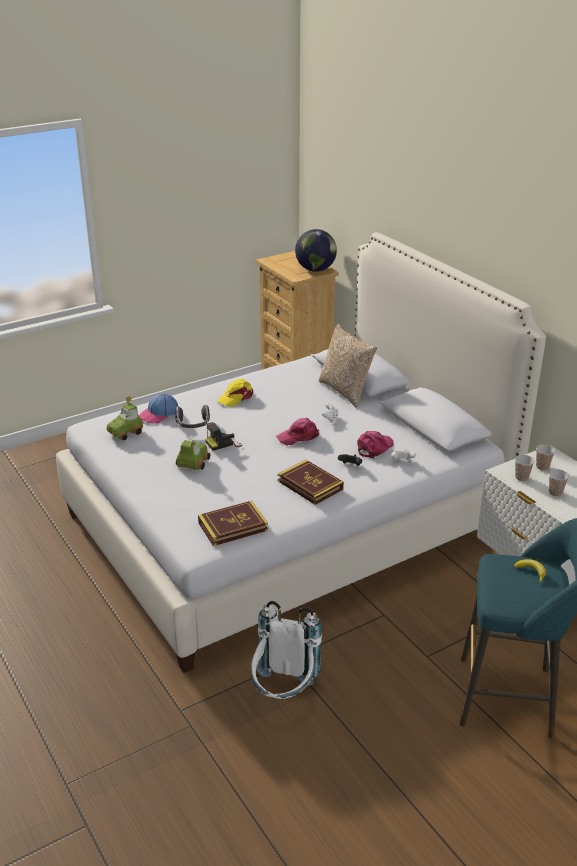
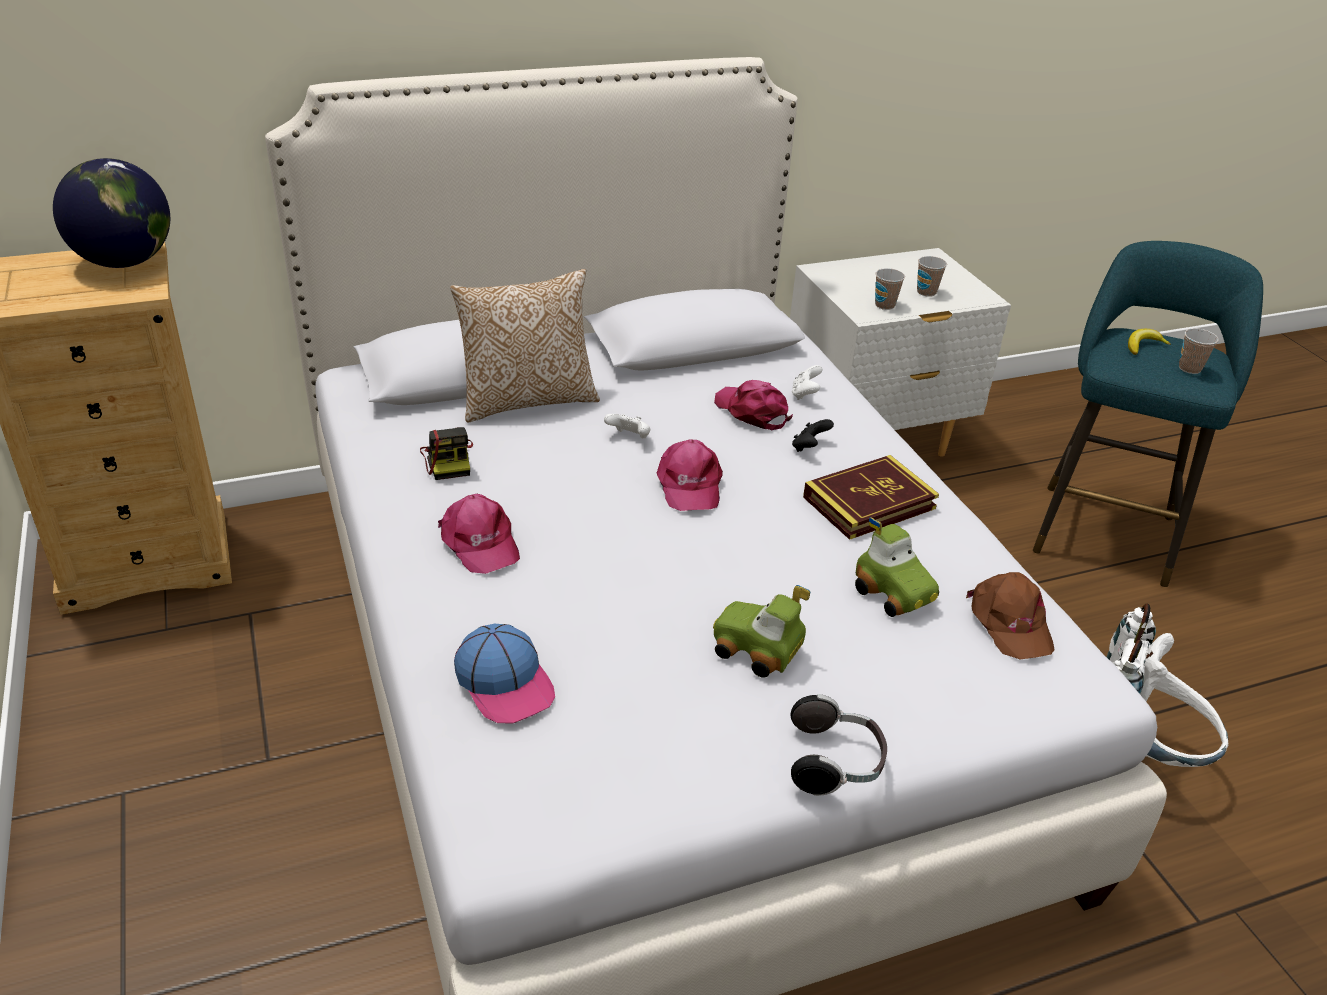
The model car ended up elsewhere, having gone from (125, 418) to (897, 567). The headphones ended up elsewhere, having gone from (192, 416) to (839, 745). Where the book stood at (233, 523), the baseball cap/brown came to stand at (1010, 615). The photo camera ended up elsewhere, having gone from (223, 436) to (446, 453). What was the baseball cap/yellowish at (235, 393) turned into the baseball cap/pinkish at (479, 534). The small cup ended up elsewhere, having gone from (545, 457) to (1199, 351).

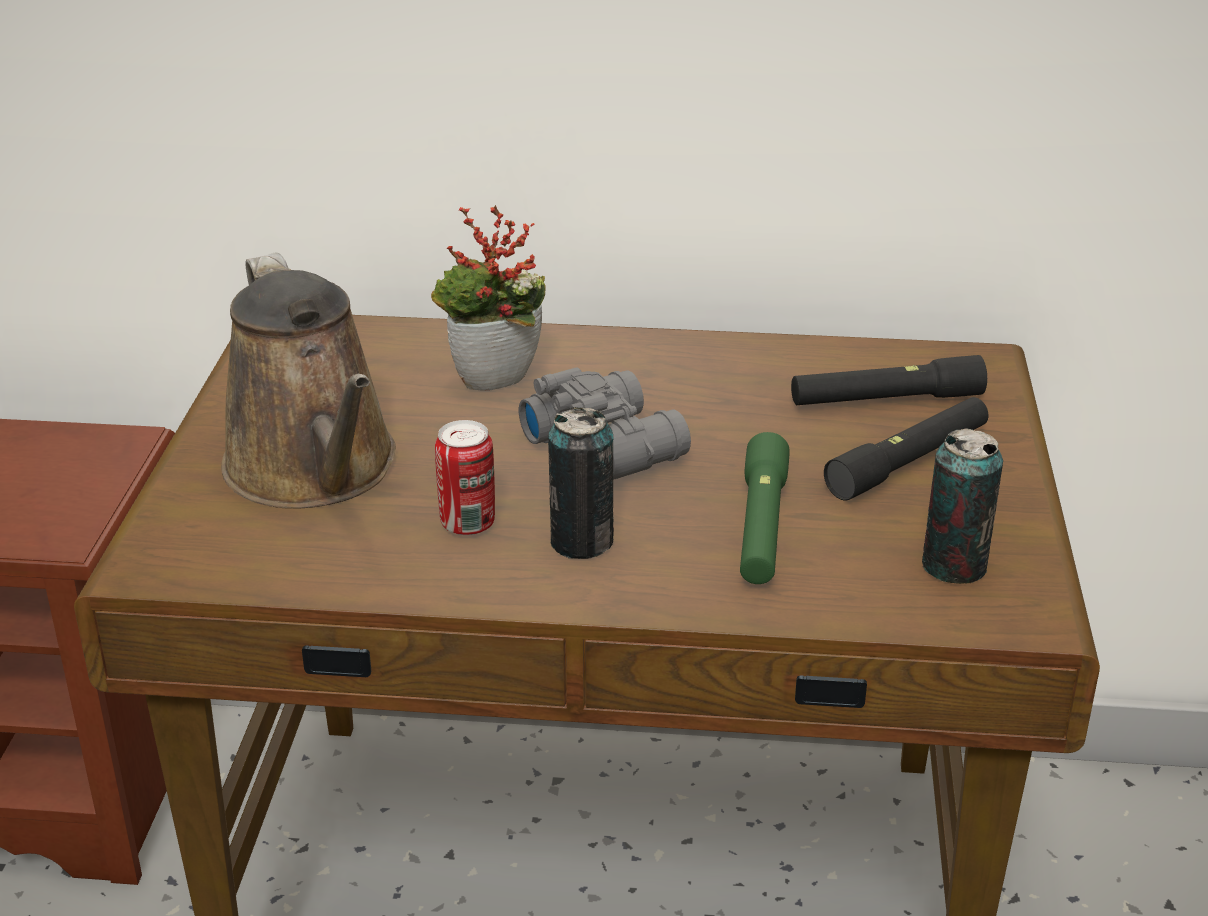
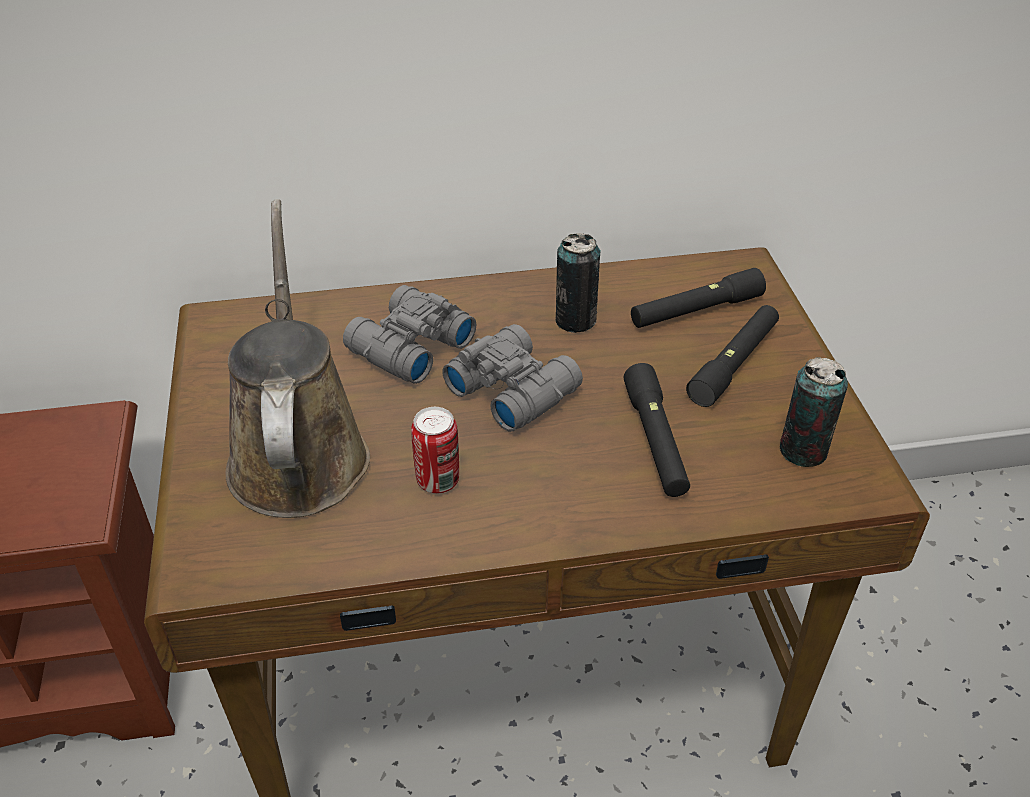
The watering can/brown at (308, 380) ended up facing another way, 150 degrees counterclockwise from before. Where the houseplant stood at (488, 298), the pair of binoculars/gray came to stand at (409, 334). The can ended up elsewhere, having gone from (581, 483) to (578, 283). What was the torch/green-coloured at (765, 508) turned into the torch/black at (657, 430).

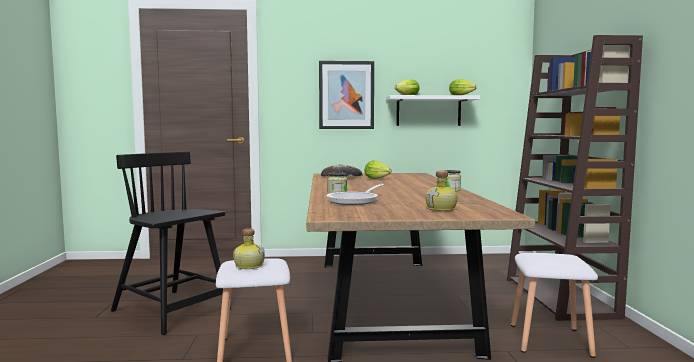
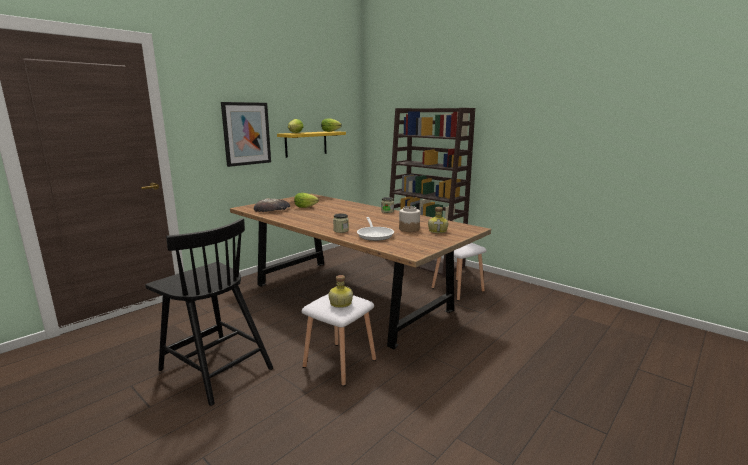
The upright chair/black at (171, 243) ended up facing another way, 135 degrees counterclockwise from before. What was the shelf/white-coloured at (433, 110) turned into the shelf/yellowish at (311, 144). The second view gained the storage jar at (409, 219).

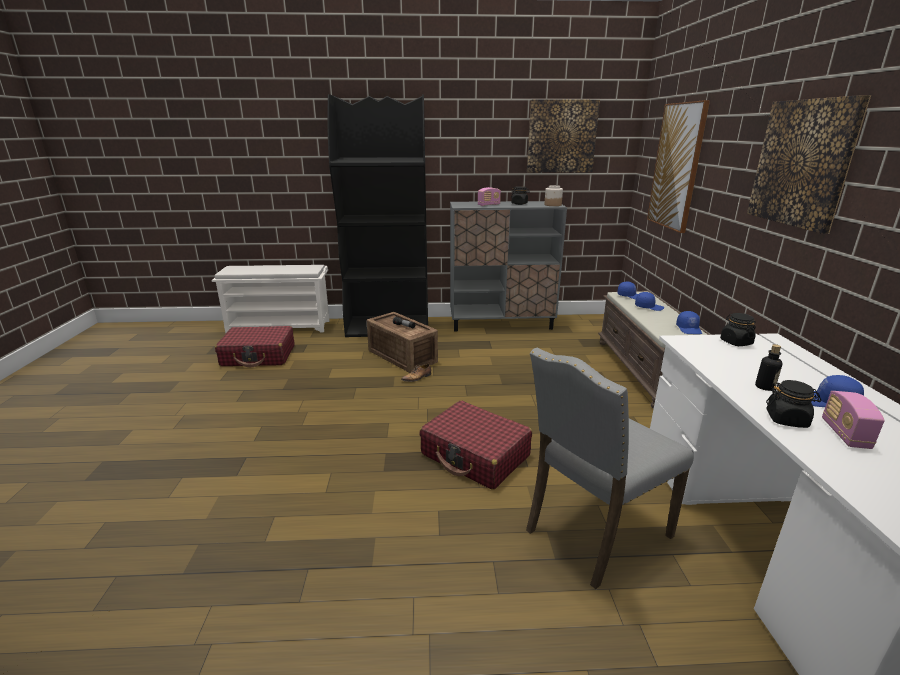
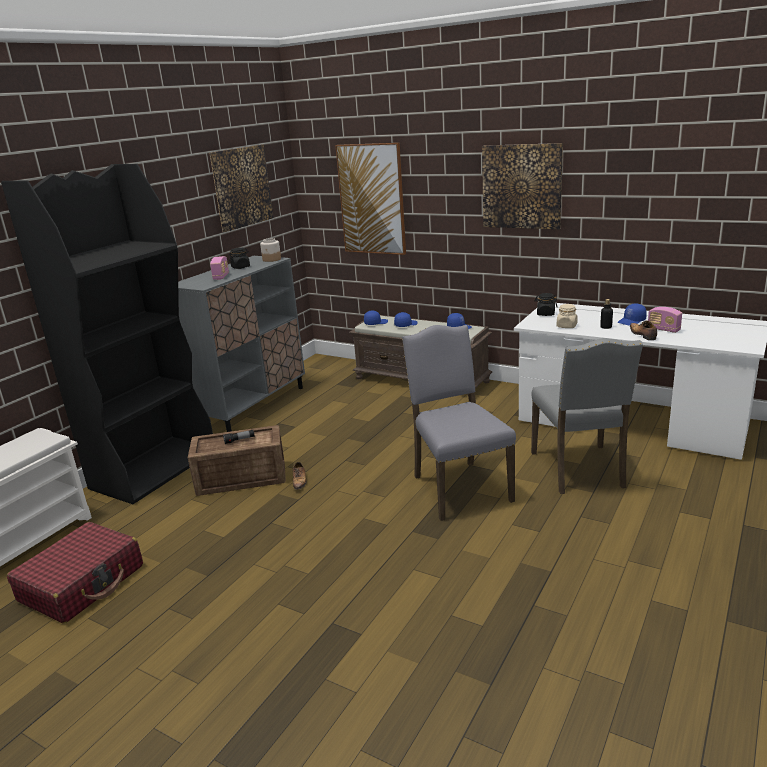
Where the travel case/red-coloured stood at (475, 445), the upright chair/gray came to stand at (459, 423). Where the storage jar/black stood at (793, 404), the item of footwear came to stand at (643, 330). The second view gained the storage jar/beige-coloured at (567, 316).

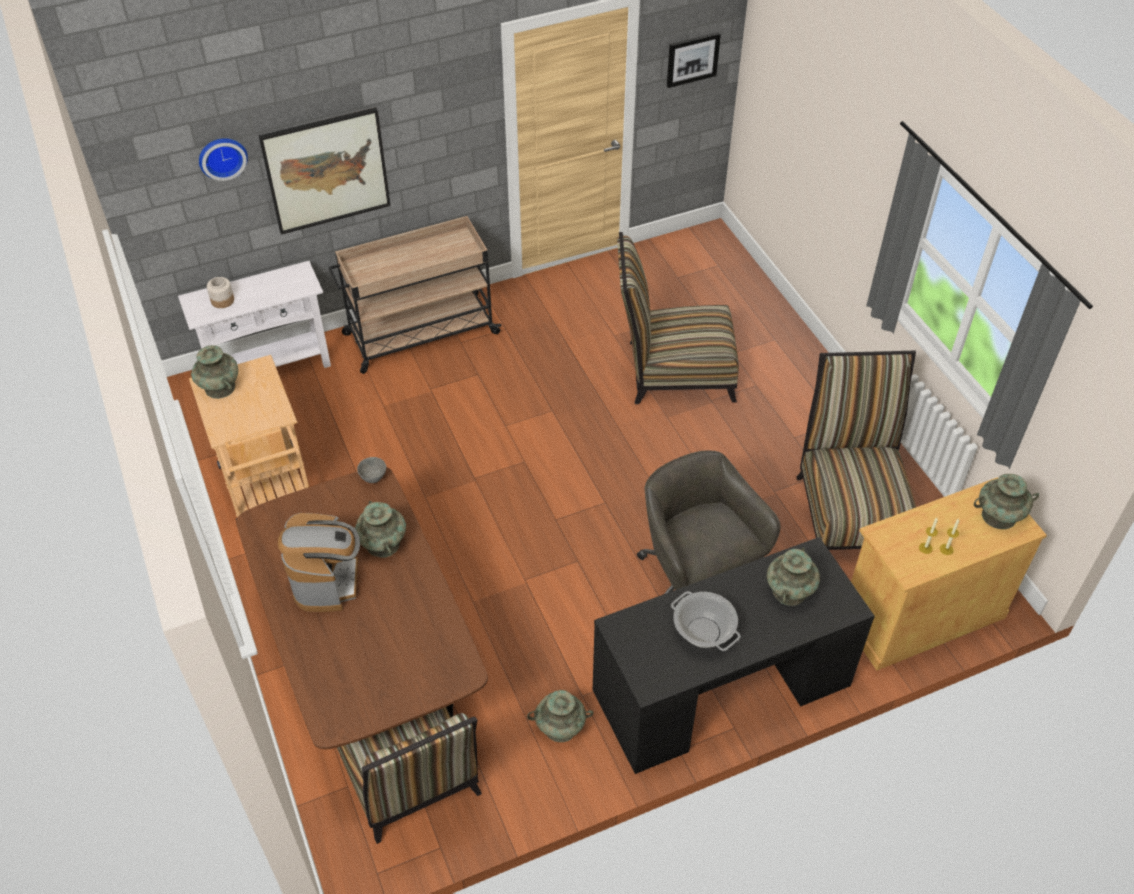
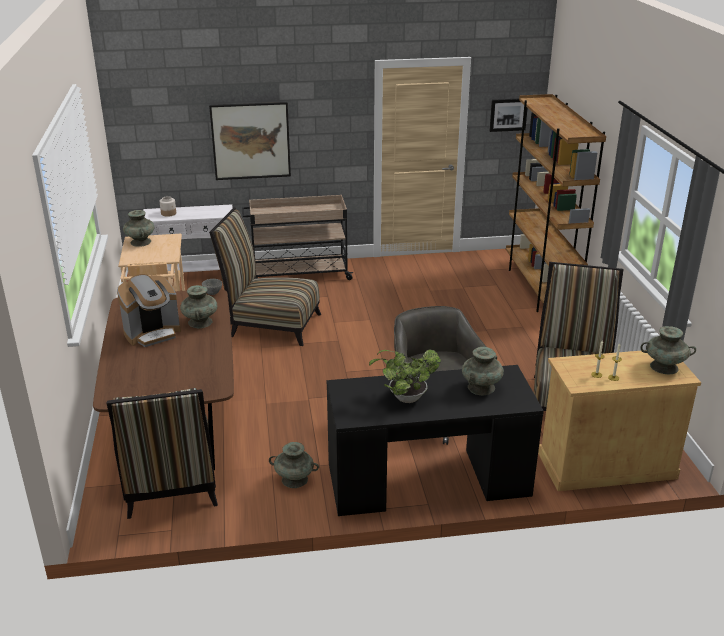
The second view lost the hanging clock at (223, 159). The coffee machine at (319, 562) ended up facing another way, 45 degrees clockwise from before. The upright chair ended up elsewhere, having gone from (678, 318) to (265, 277). Where the cooking pot stood at (705, 621), the houseplant came to stand at (405, 376). The second view gained the shelving unit/brown at (556, 203).

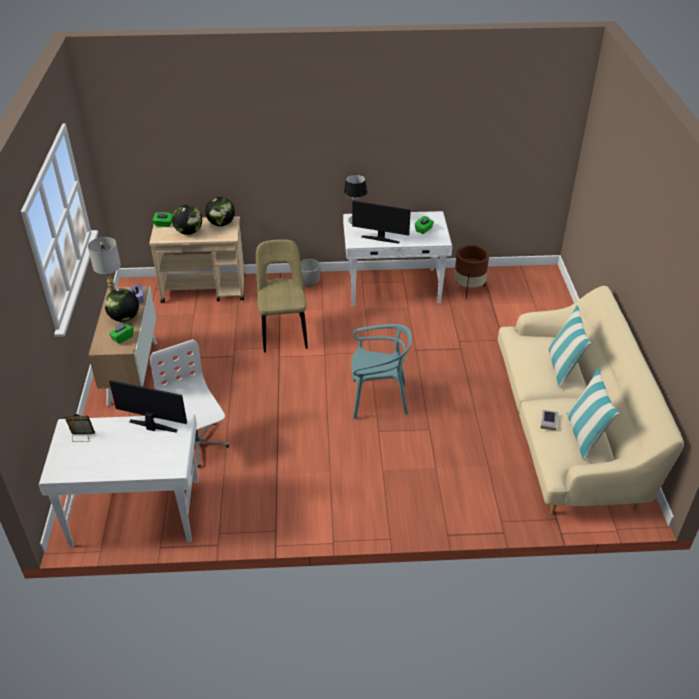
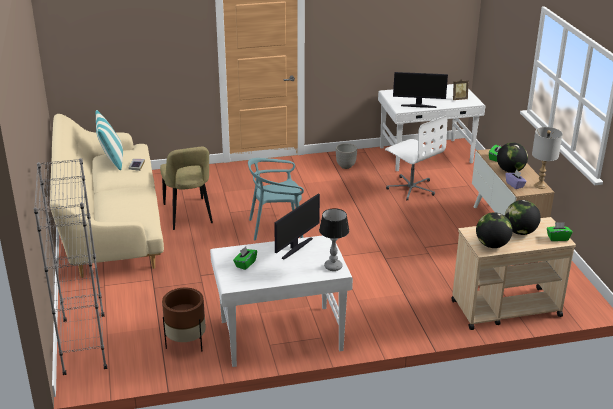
The upright chair/beige-coloured ended up elsewhere, having gone from (282, 296) to (186, 188). The flower pot ended up elsewhere, having gone from (310, 273) to (346, 156). The computer screen at (381, 222) ended up facing another way, 120 degrees clockwise from before. The second view lost the pillow at (570, 347). The second view gained the shelving unit/gray at (70, 266).

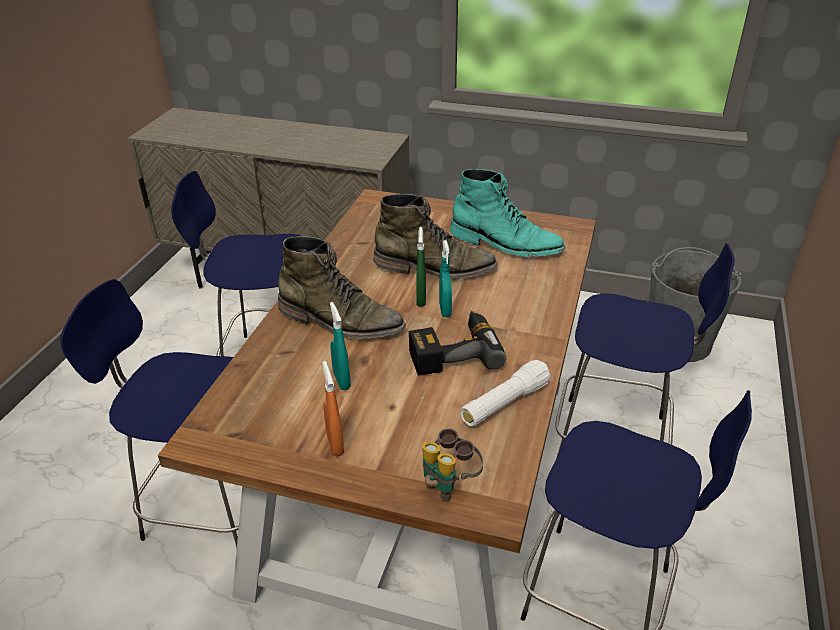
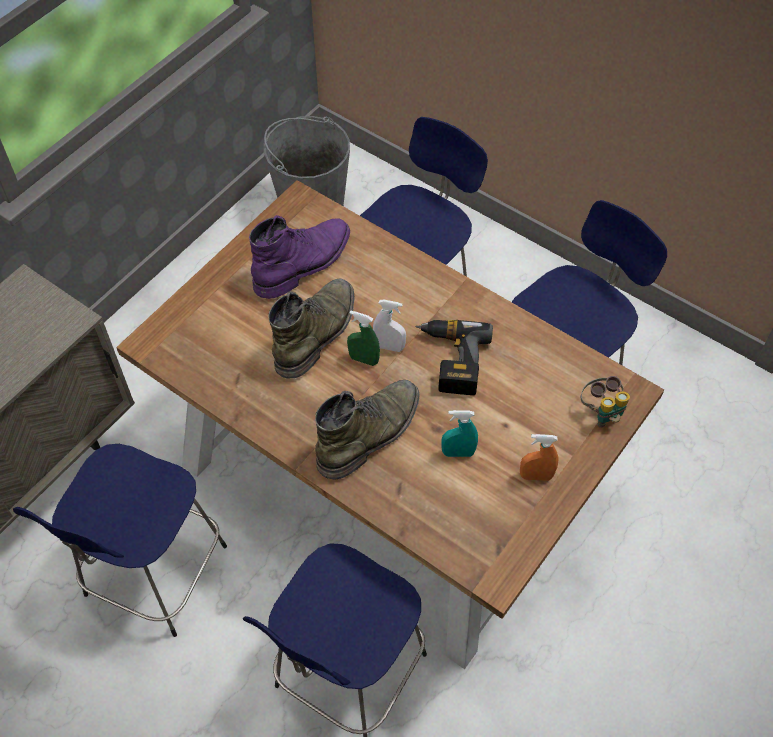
What was the spray bottle/turquoise at (445, 278) turned into the spray bottle/white-coloured at (389, 326). What was the tall boot/turquoise at (508, 213) turned into the tall boot/purple at (299, 257). The second view lost the torch/white-coloured at (505, 393).

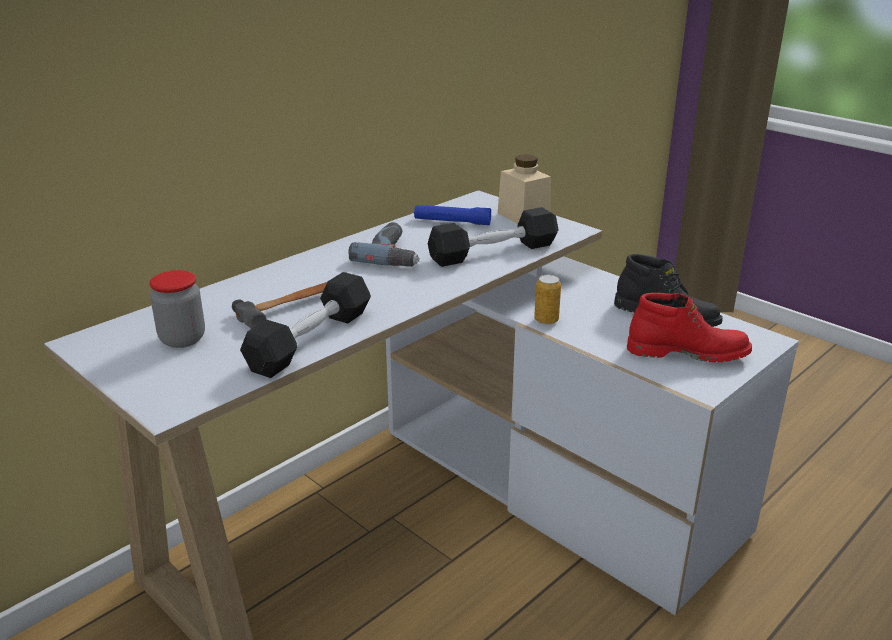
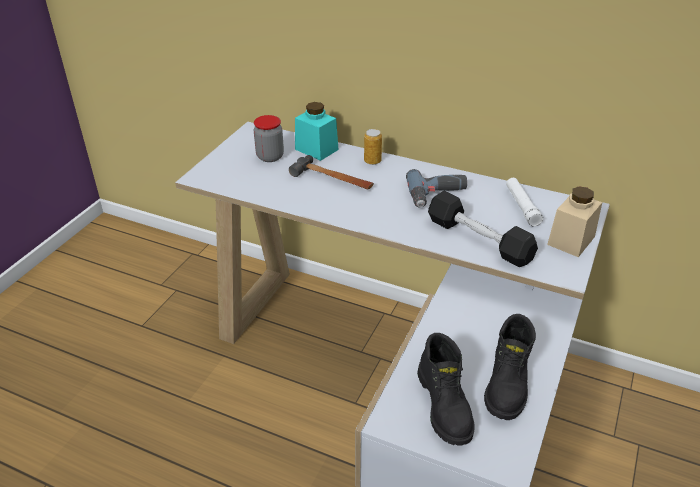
The second view lost the free weight/black at (305, 325). What was the torch/blue at (452, 215) turned into the torch/white-coloured at (524, 202). The can ended up elsewhere, having gone from (547, 300) to (373, 147). What was the tall boot/red-coloured at (689, 327) turned into the tall boot/black at (445, 389). The second view gained the storage jar/turquoise at (316, 131).

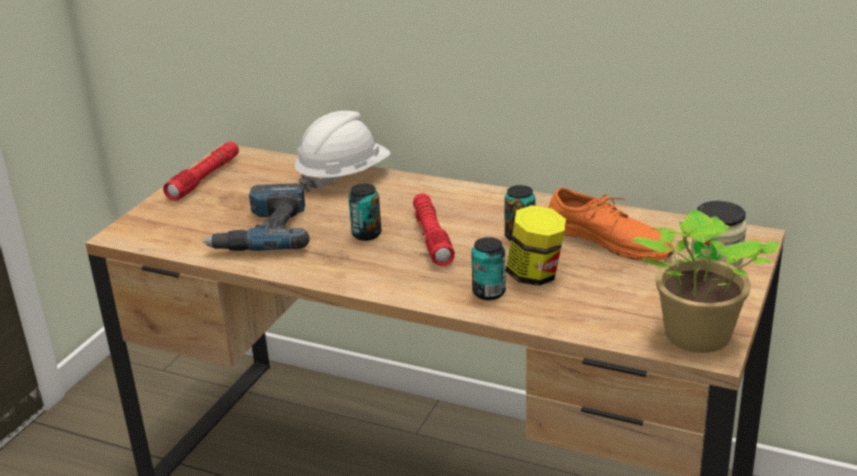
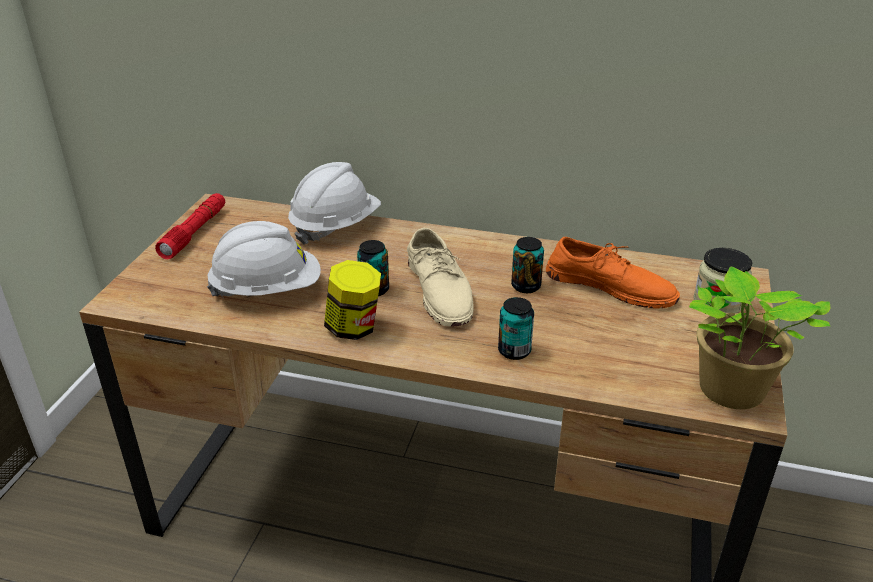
Where the drill stood at (256, 217), the safety helmet/white-coloured came to stand at (264, 259). Where the torch/red-coloured stood at (434, 229), the item of footwear/beige-coloured came to stand at (440, 277). The storage jar ended up elsewhere, having gone from (535, 245) to (352, 300).

